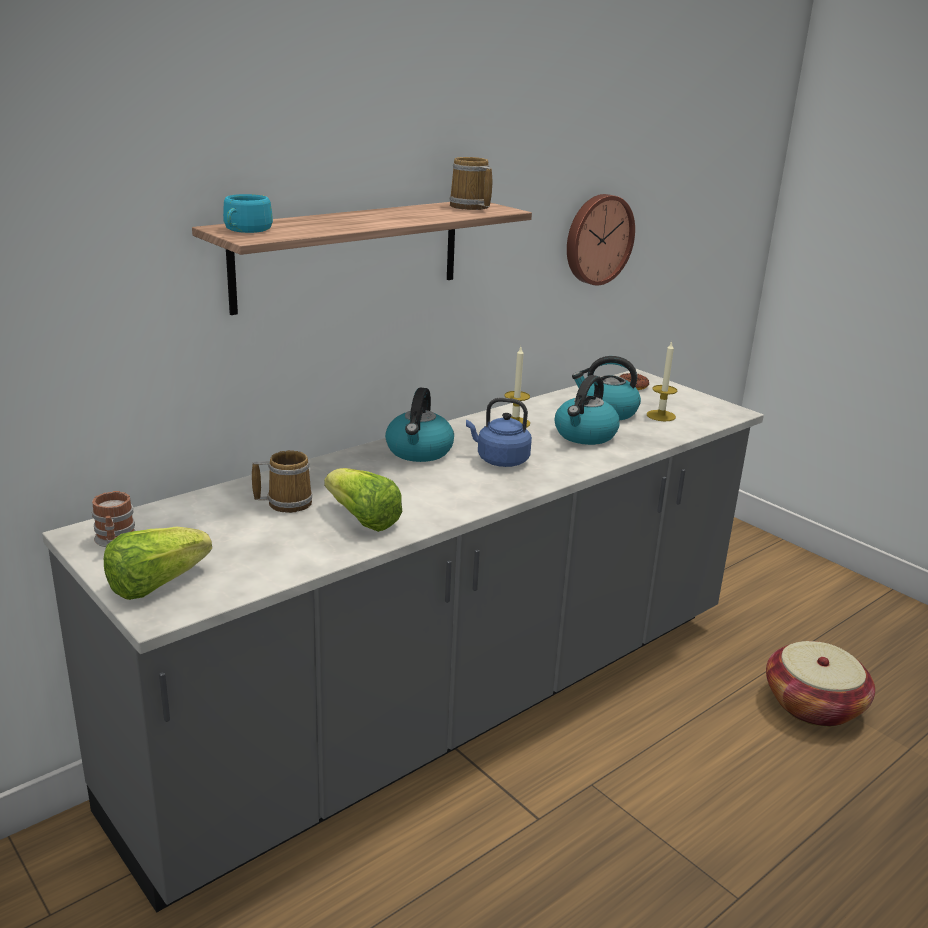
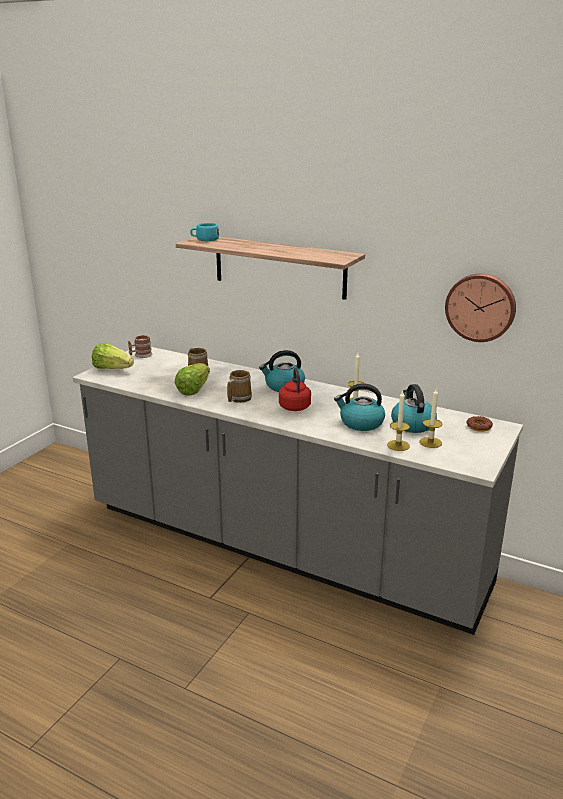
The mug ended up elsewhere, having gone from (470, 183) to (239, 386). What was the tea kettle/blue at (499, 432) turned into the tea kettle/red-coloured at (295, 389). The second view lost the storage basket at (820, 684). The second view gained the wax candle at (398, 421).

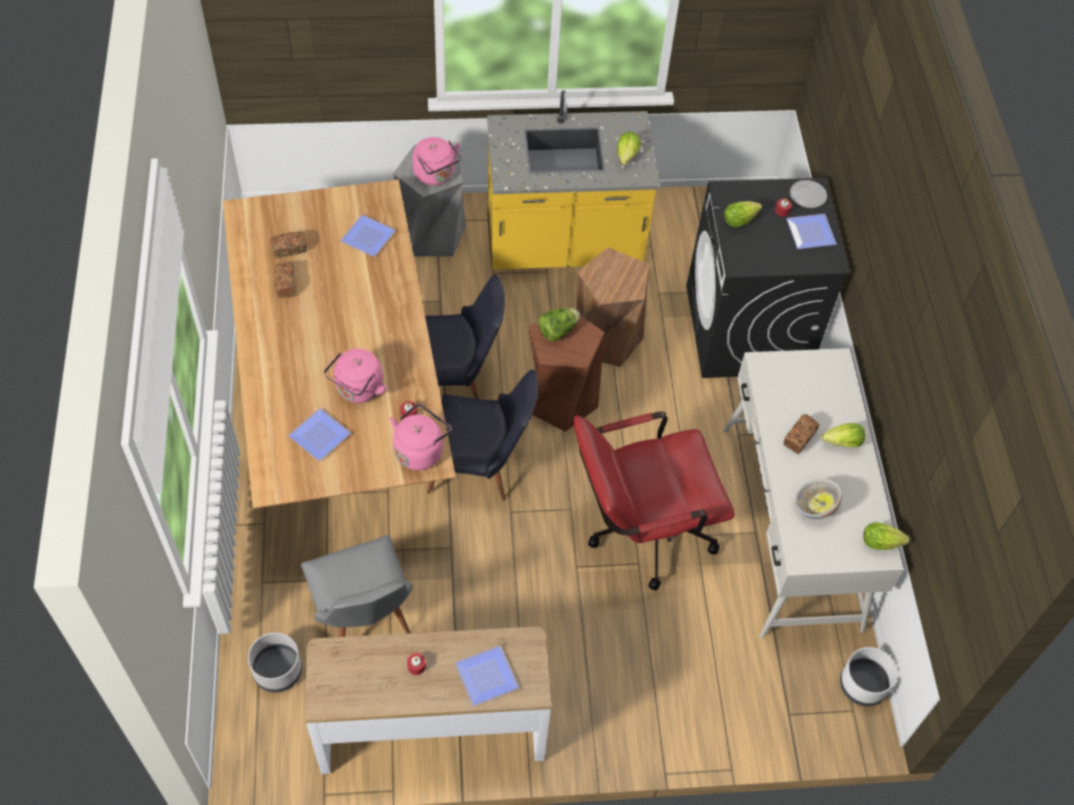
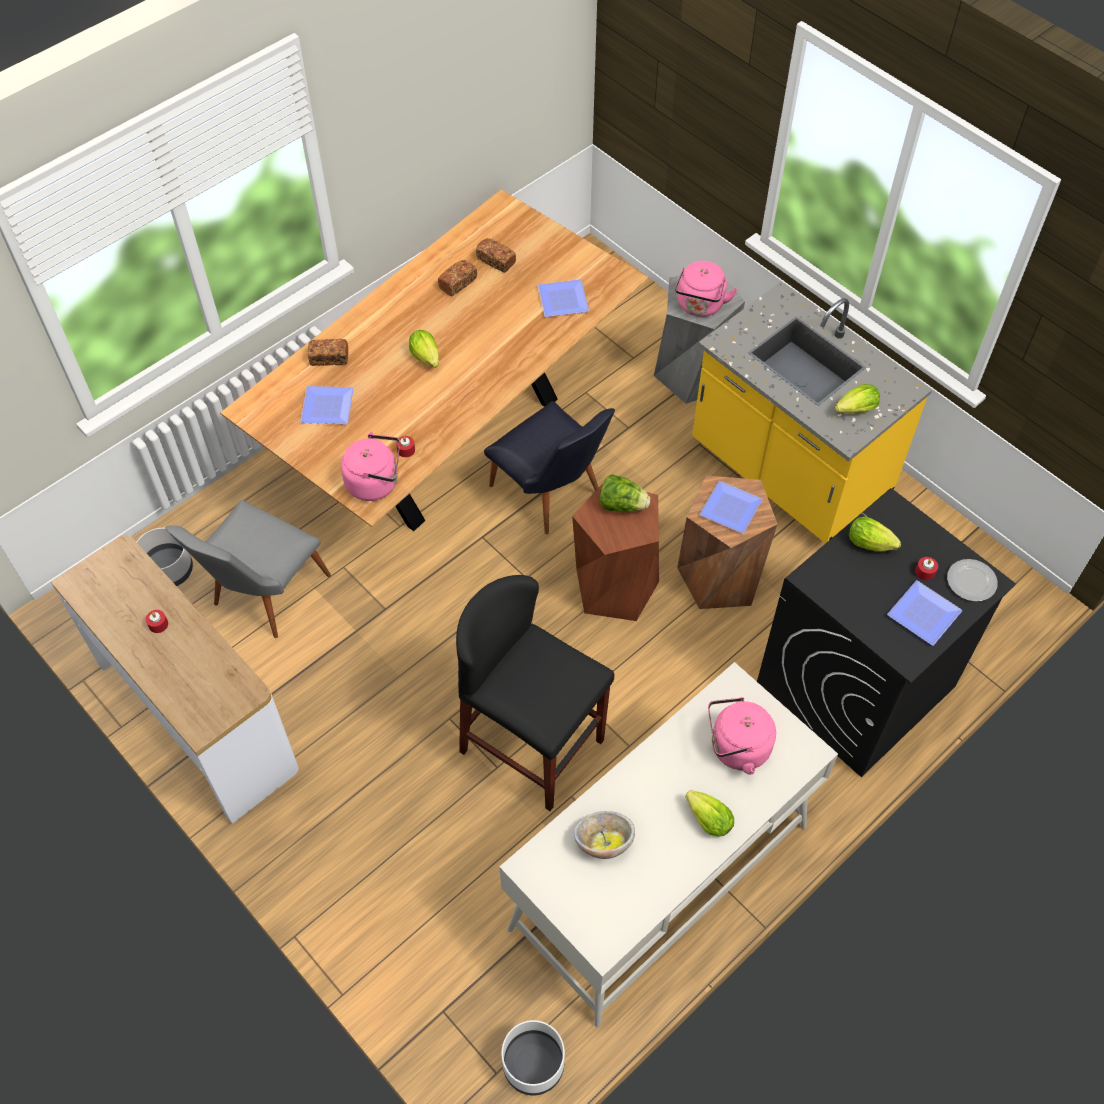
The tea kettle/pinkish ended up elsewhere, having gone from (355, 375) to (742, 736). The second view lost the upright chair/black at (482, 435). The plate ended up elsewhere, having gone from (487, 676) to (731, 507). Where the desk chair/red-coloured stood at (654, 500), the stool seat/black came to stand at (535, 693). The baked bread ended up elsewhere, having gone from (801, 434) to (328, 352). The lettuce ended up elsewhere, having gone from (886, 536) to (424, 349).

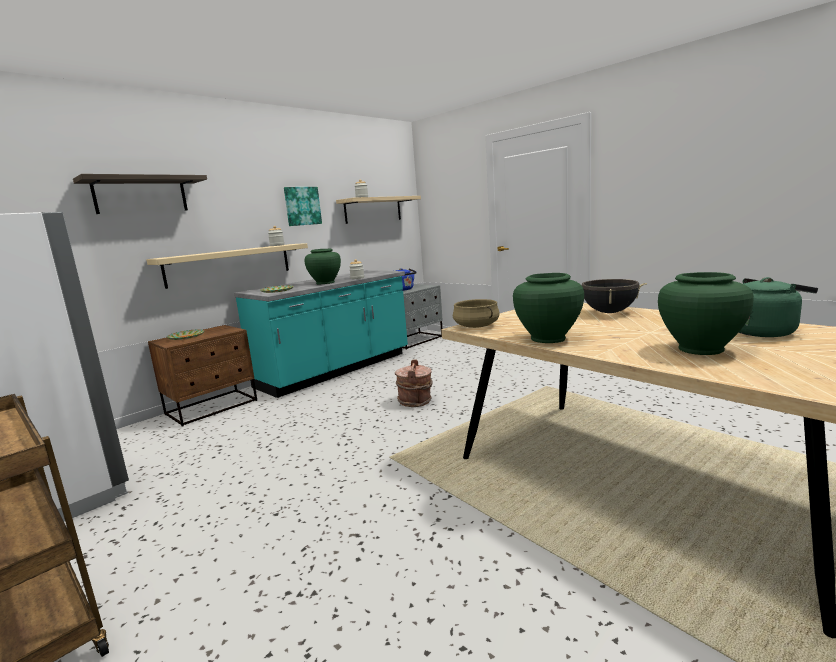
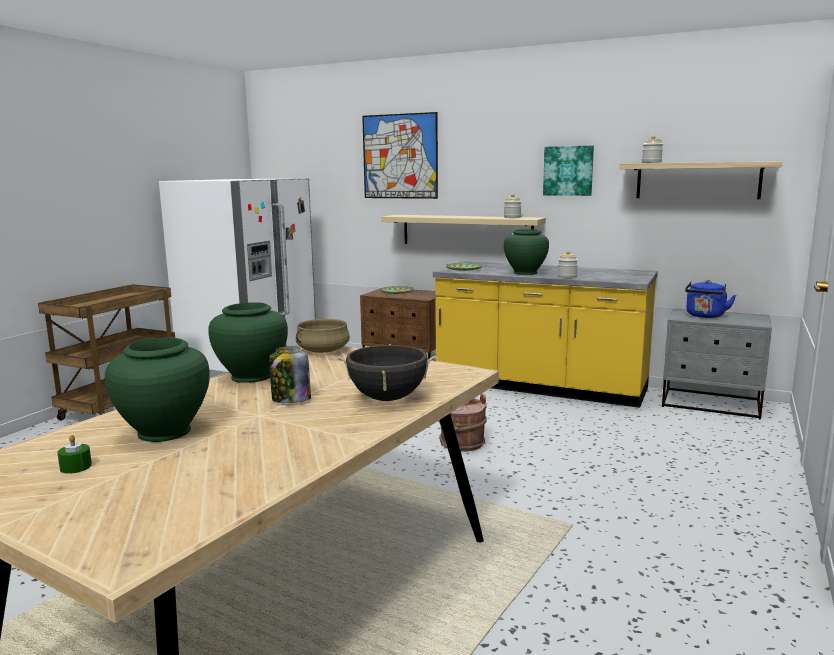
Where the shelf hung at (140, 194), the wall picture came to hang at (400, 155). What was the kitchen counter/turquoise at (321, 334) turned into the kitchen counter/yellowish at (545, 334). The second view lost the tea kettle/green-coloured at (778, 307). The second view gained the wax candle/green-coloured at (74, 454). The second view gained the storage jar at (290, 374).

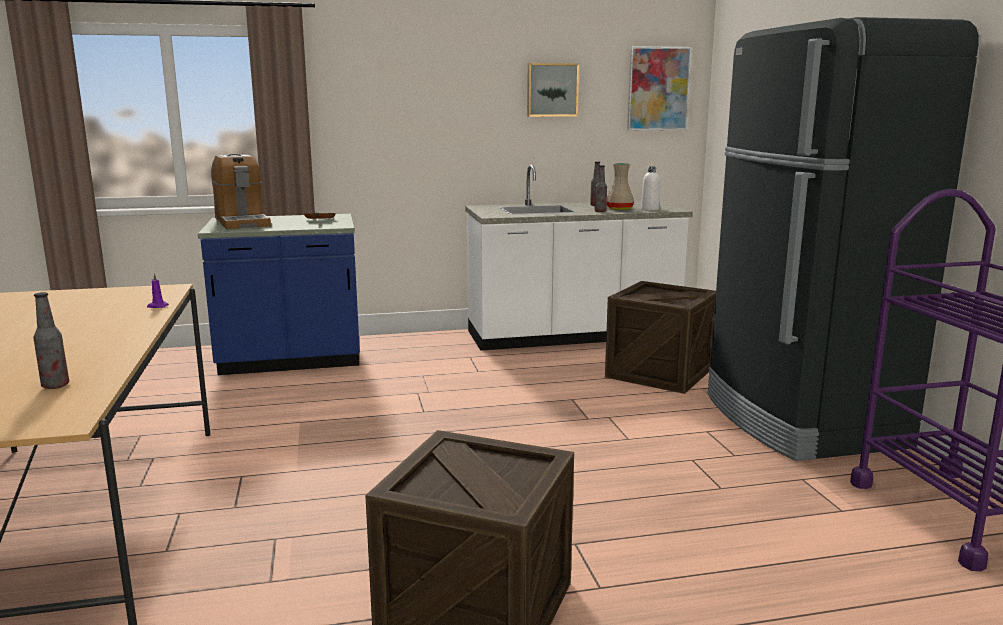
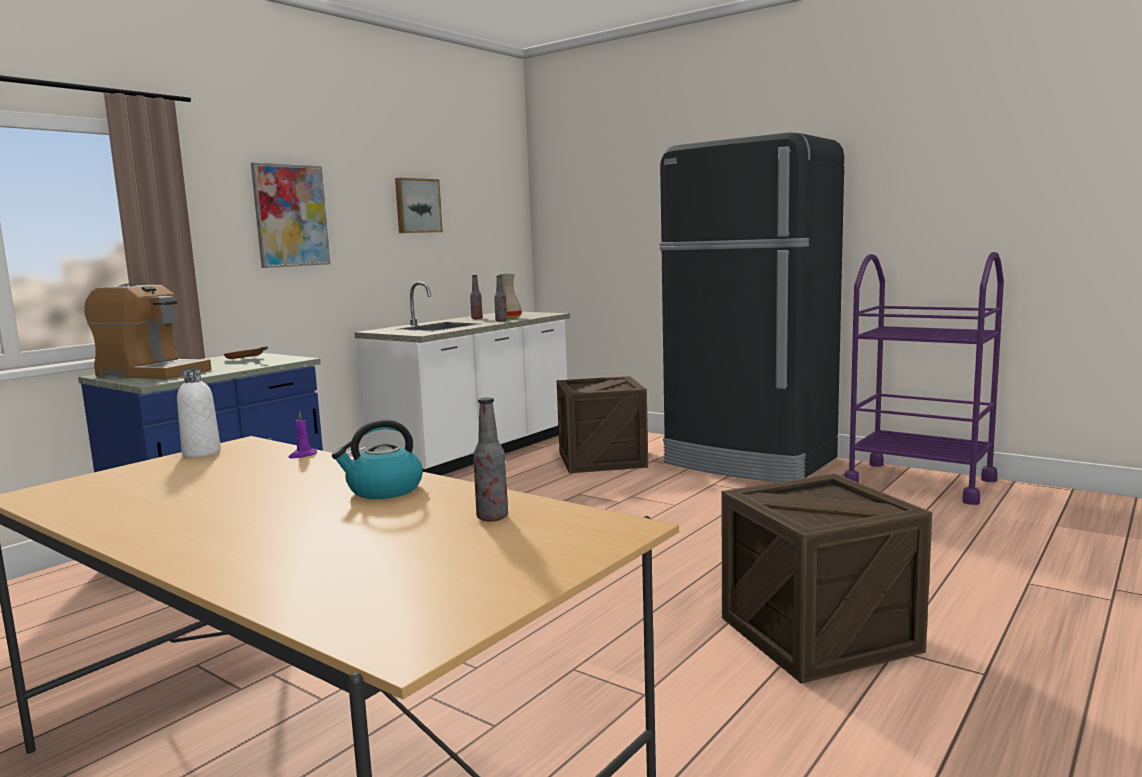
The wall picture ended up elsewhere, having gone from (659, 88) to (290, 215). The drink bottle/white-coloured ended up elsewhere, having gone from (650, 188) to (199, 413). The second view gained the tea kettle at (377, 459).

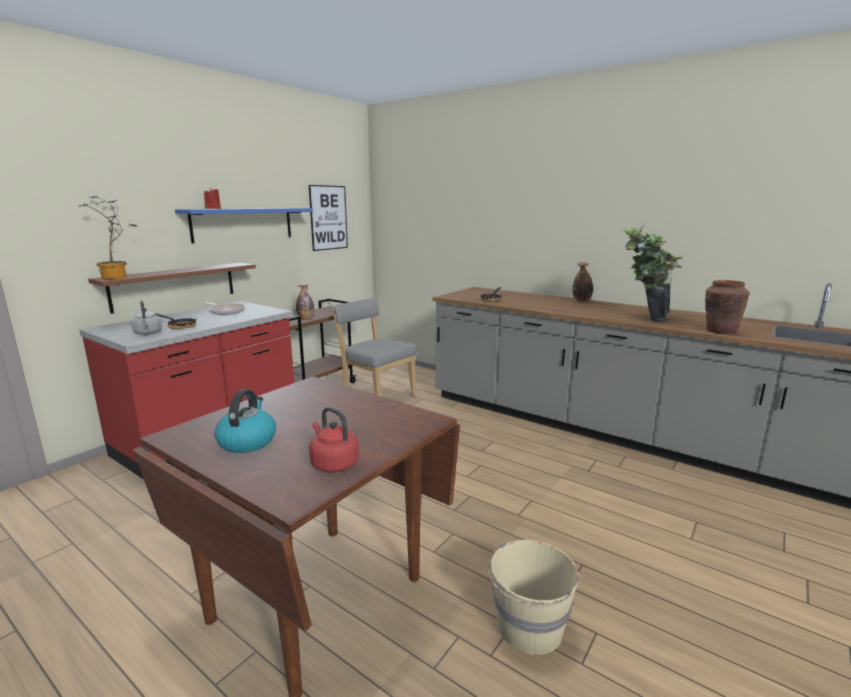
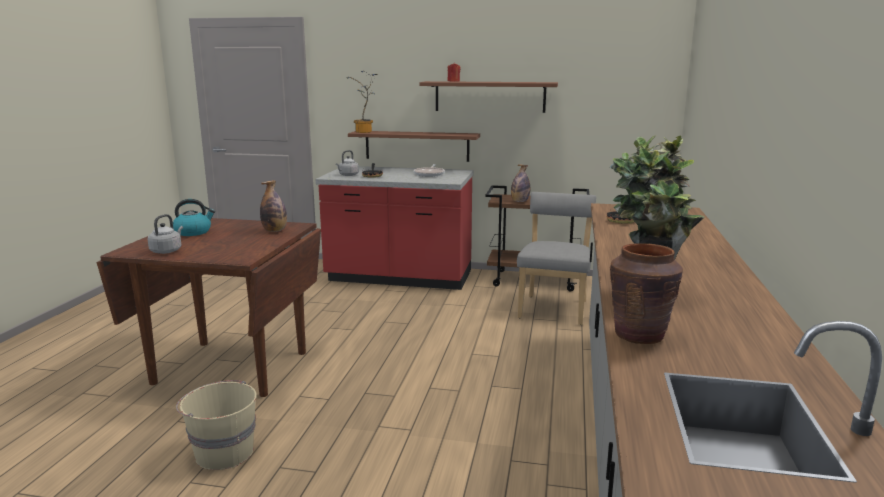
What was the shelf/blue at (244, 225) turned into the shelf/brown at (488, 97). The second view lost the wall picture at (328, 218). What was the tea kettle/red-coloured at (334, 439) turned into the tea kettle/gray at (165, 234). The drink bottle ended up elsewhere, having gone from (582, 282) to (273, 206).

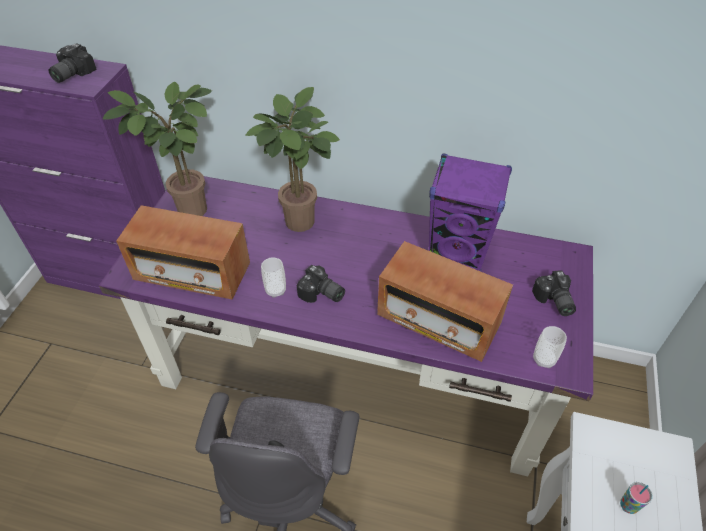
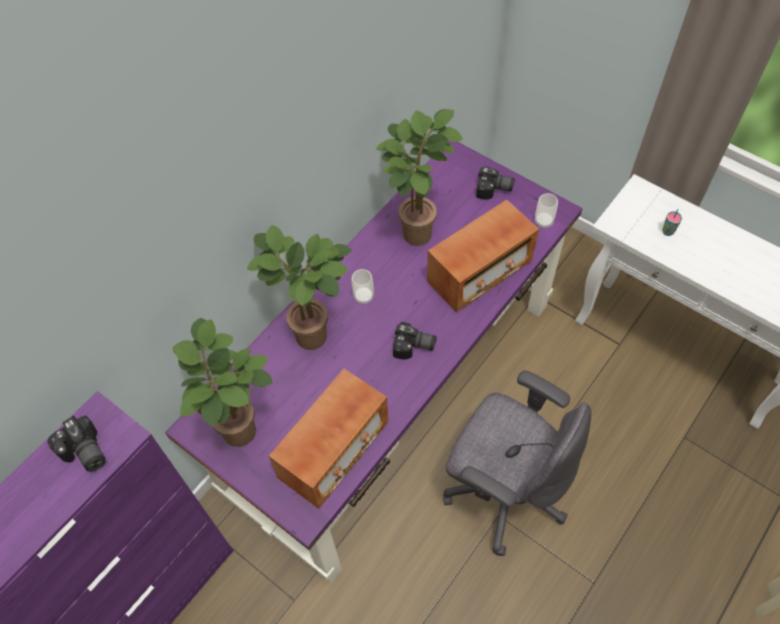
The small cup ended up elsewhere, having gone from (273, 278) to (363, 287). The photo camera at (321, 284) ended up facing another way, 45 degrees clockwise from before. Where the audio speaker/purple stood at (470, 212), the houseplant came to stand at (419, 177).

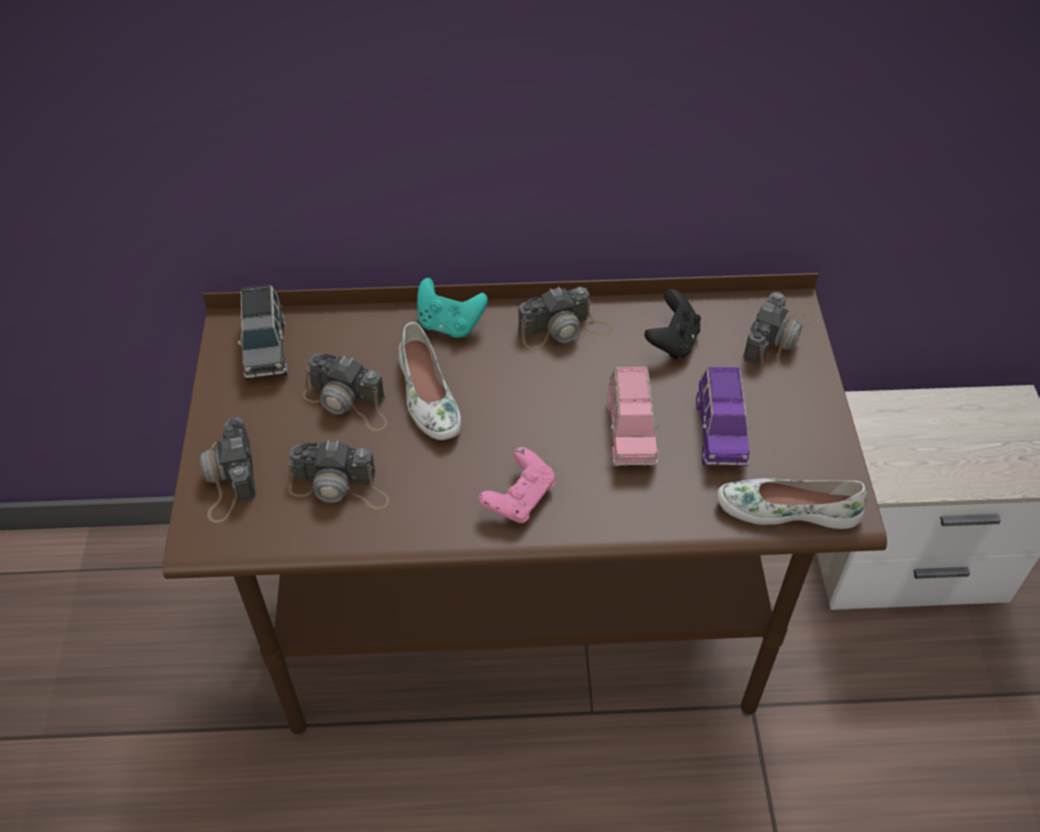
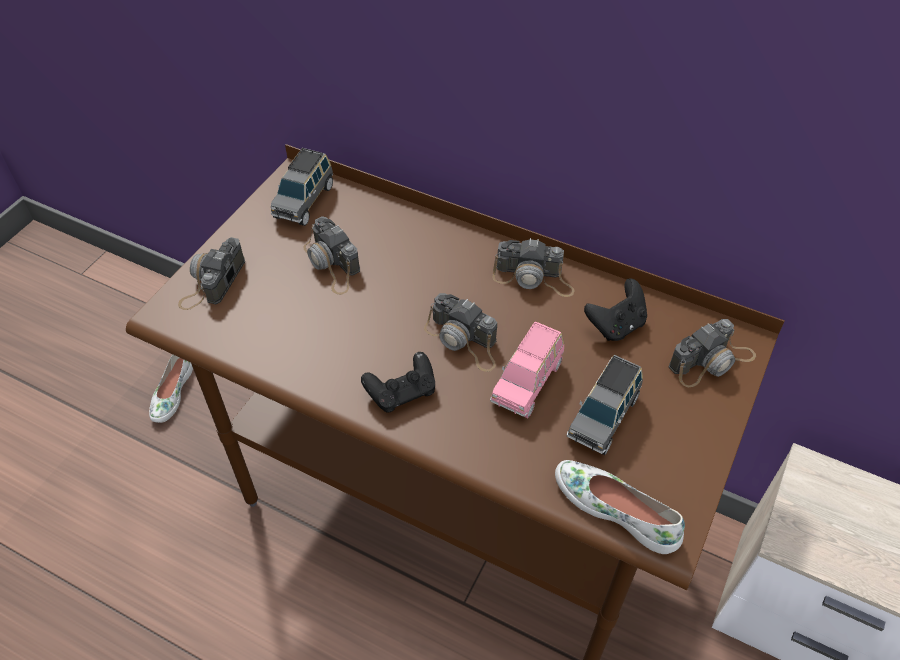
The photo camera ended up elsewhere, having gone from (339, 475) to (460, 332). The item of footwear/white-coloured ended up elsewhere, having gone from (429, 381) to (171, 388). The second view lost the gamepad/turquoise at (452, 308). What was the gamepad/pinkish at (516, 485) turned into the gamepad/black at (398, 382). What was the model car/purple at (724, 416) turned into the model car/gray at (605, 405).

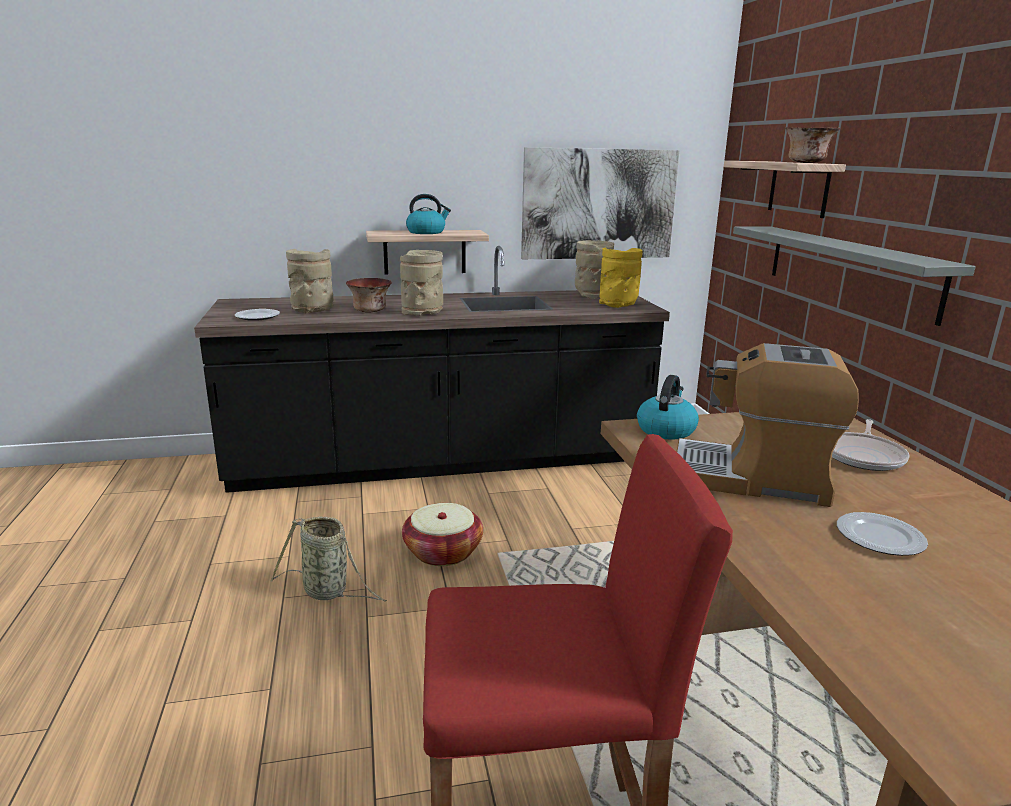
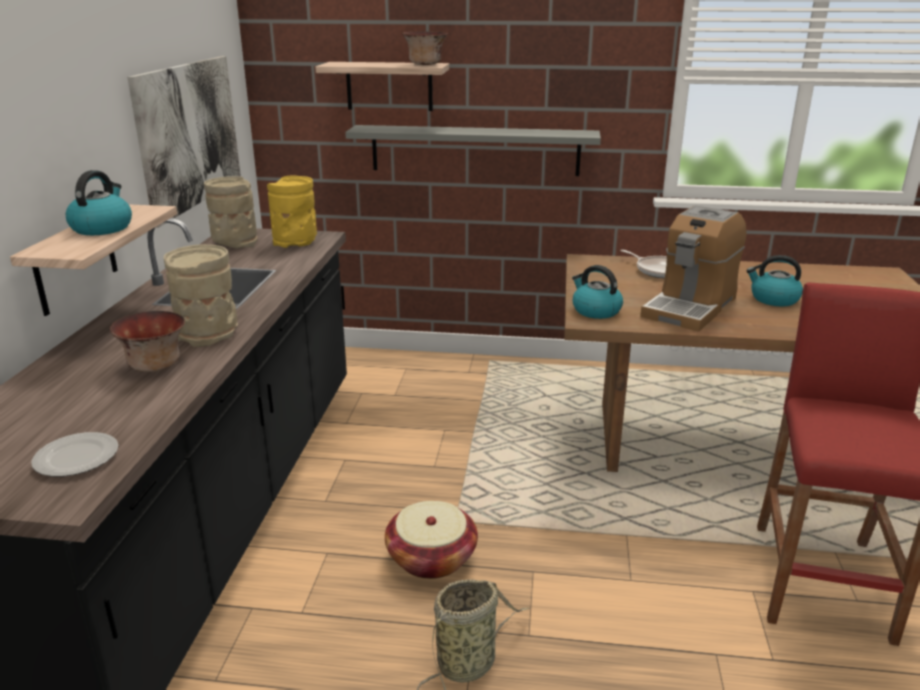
The second view lost the flower vase/beige-coloured at (309, 281). Where the plate stood at (882, 534), the tea kettle came to stand at (774, 280).

